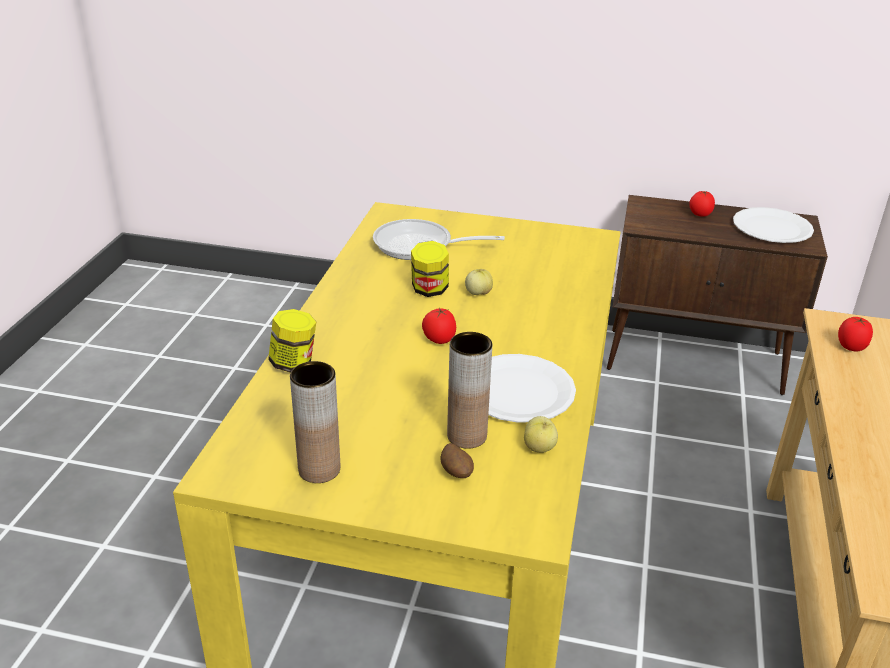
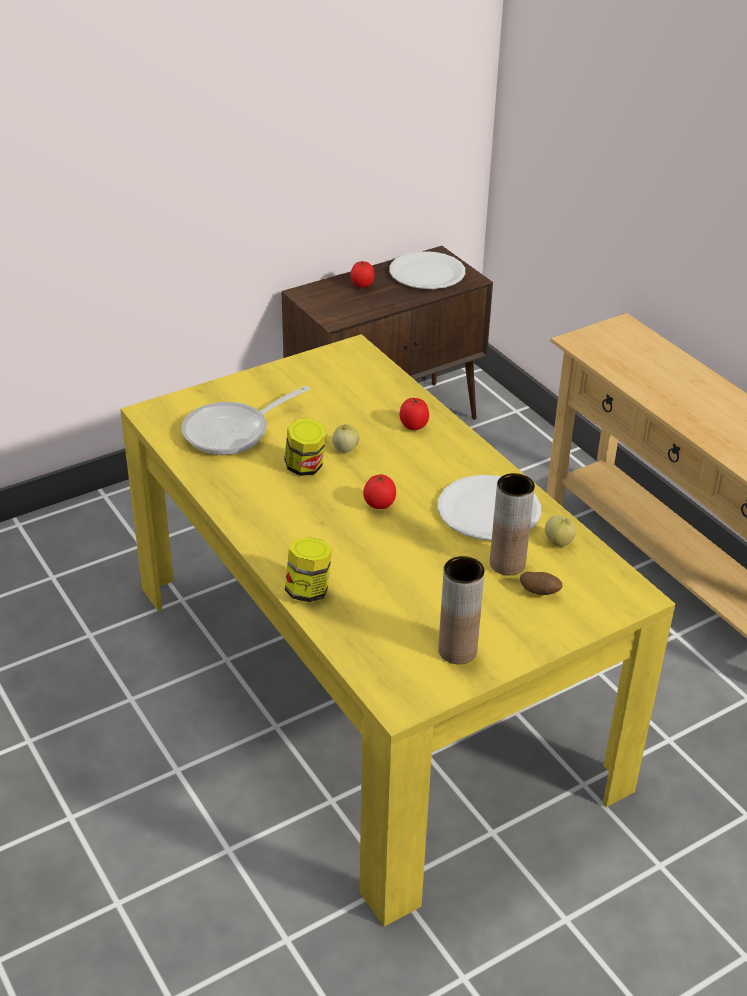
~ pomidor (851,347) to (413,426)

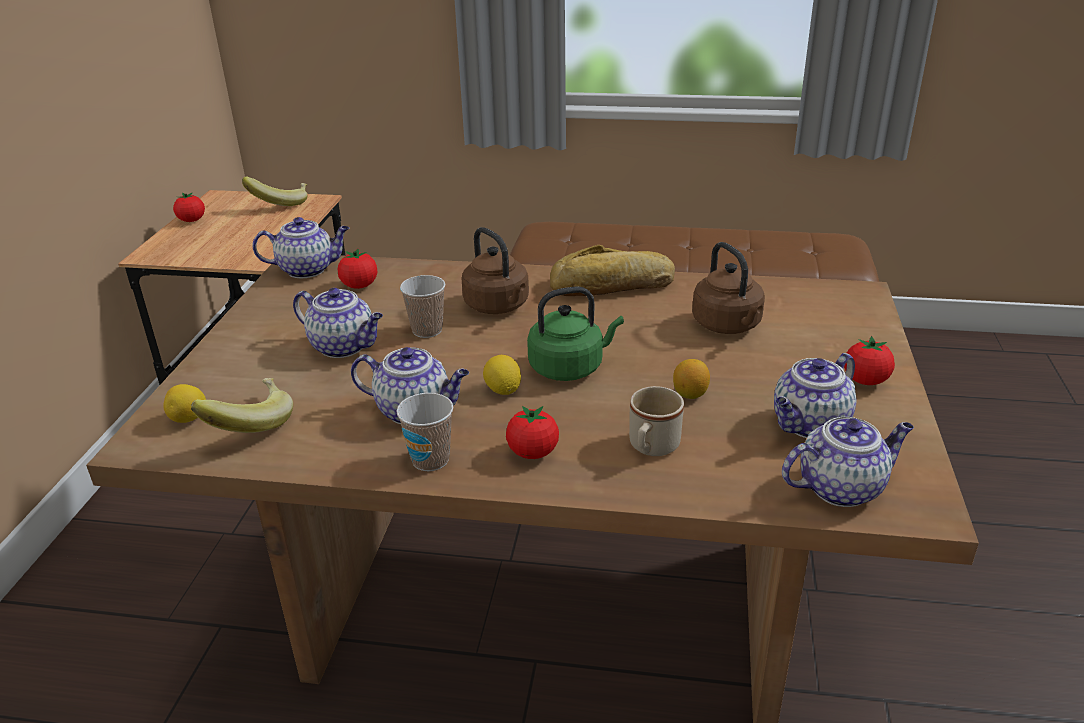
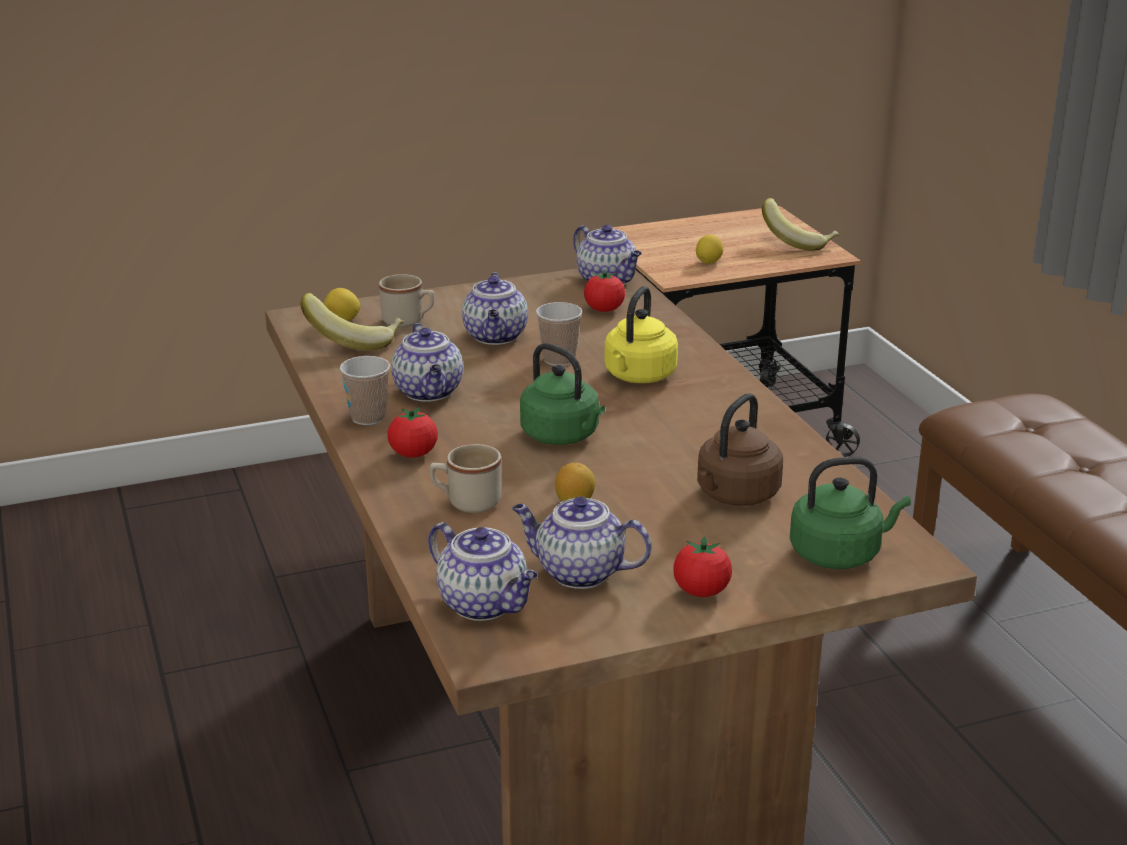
- pomidor (192,220)
~ czajnik (brązowy) (498,306) to czajnik (żółty) (638,376)
~ cytryna (503,390) to (708,262)
- chleb (613,286)
+ kubek (beżowy) (408,321)
+ czajnik (zielony) (839,554)

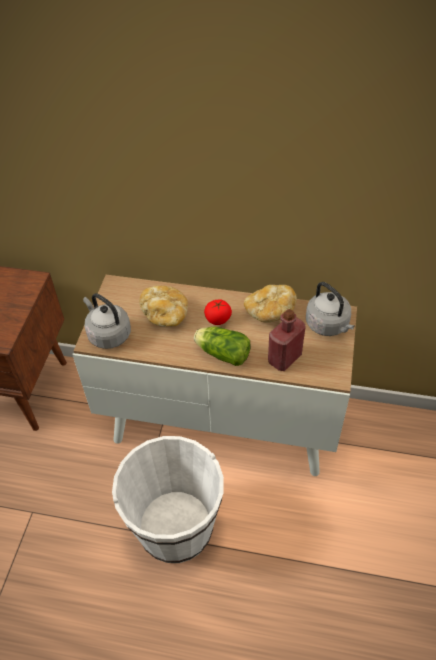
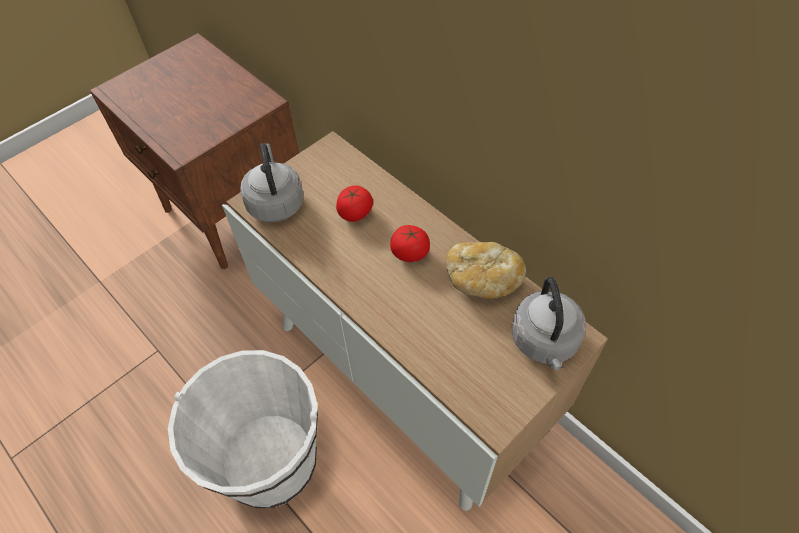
~ chleb (165,314) to pomidor (355,213)
- sałata (221,353)
- butelka (czerwony) (284,358)

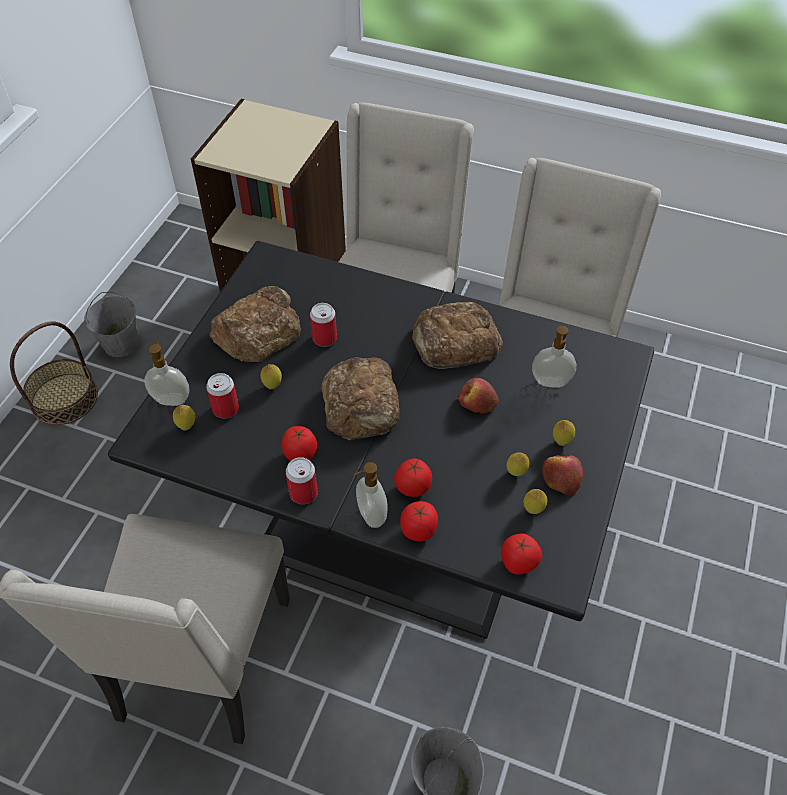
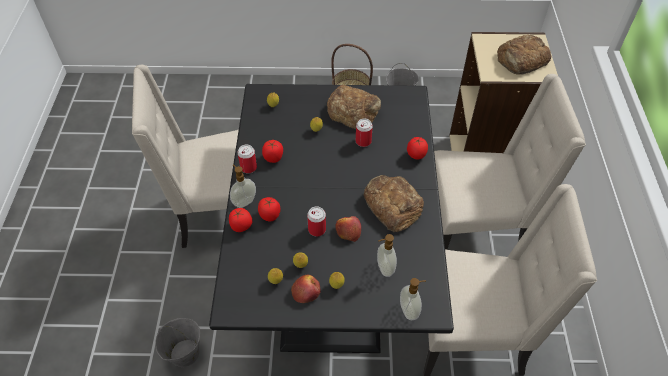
~ dozownik mydła (172,399) to (409,310)
~ puszka (226,409) to (317,229)
~ chleb (362,405) to (522,60)
~ pomidor (518,563) to (416,155)

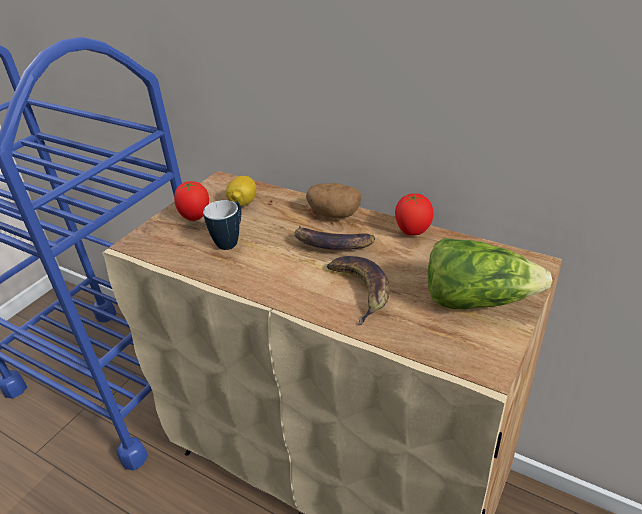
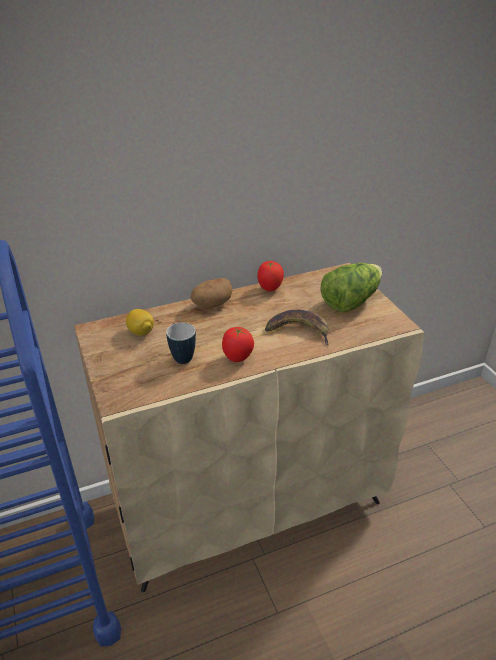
~ pomidor (195,217) to (237,358)
- banan (331,244)

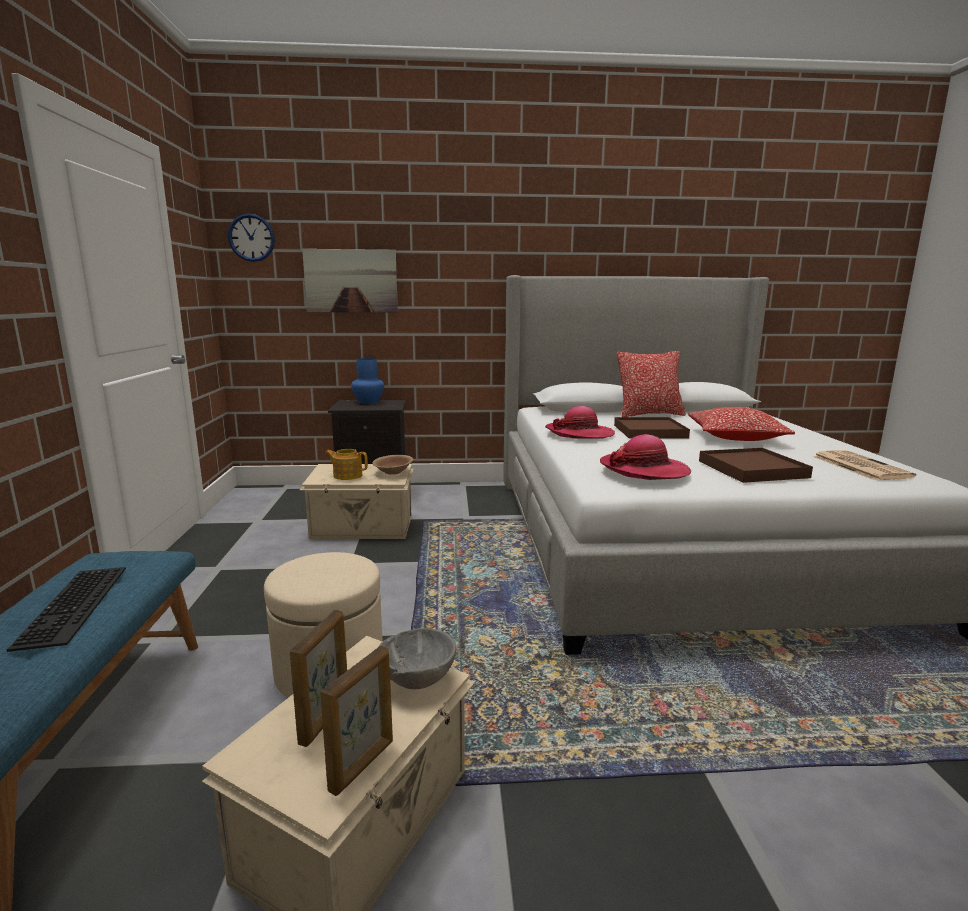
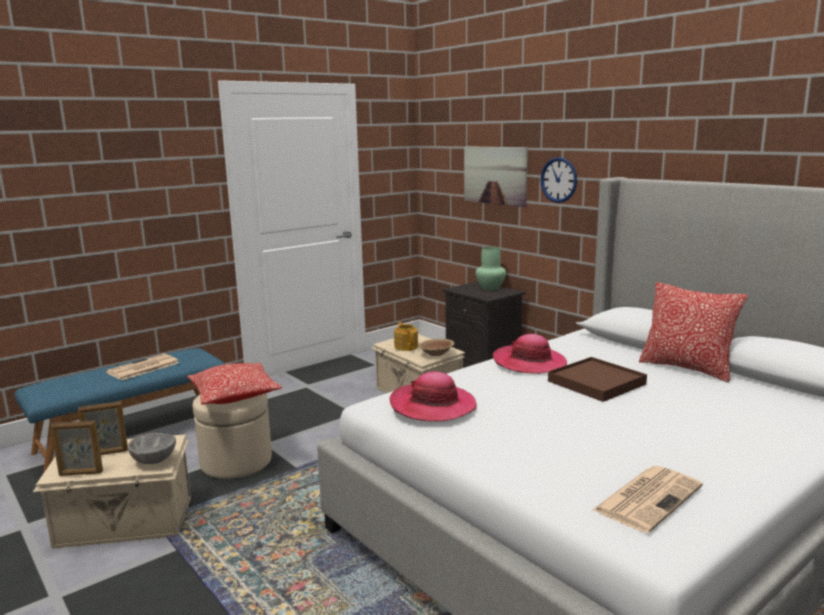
~ klawiatura (77,605) to gazeta (142,368)
~ zegar ścienny (251,238) to (559,180)
~ wazon (niebieski) (369,402) to wazon (zielony) (491,288)
~ poduszka (735,437) to (234,395)
- taca (brązowy) (752,469)

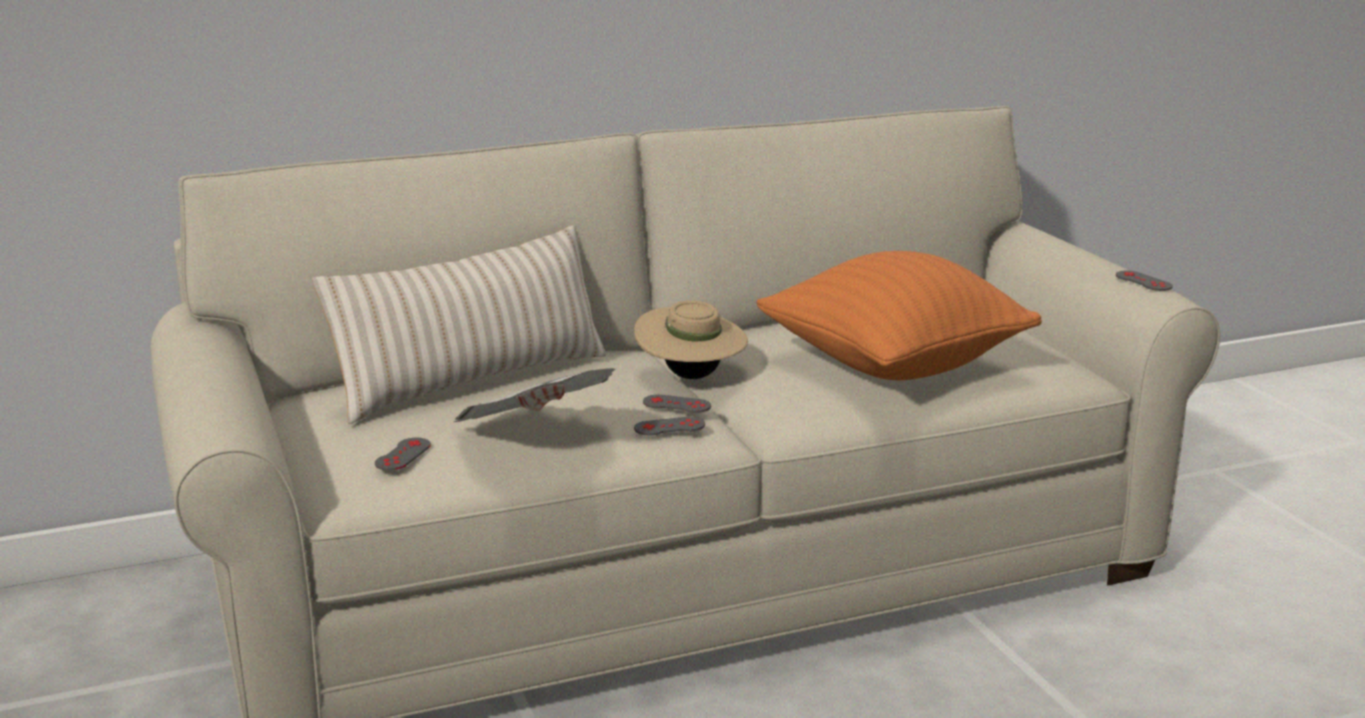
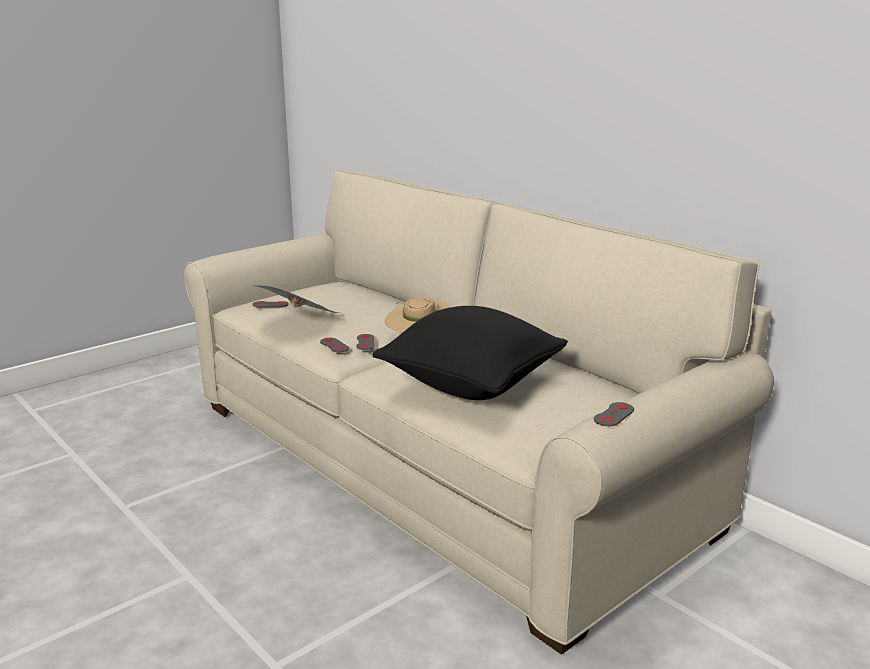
- poduszka (beżowy) (472,381)
~ poduszka (pomarańczowy) (893,366) to poduszka (czarny) (471,386)

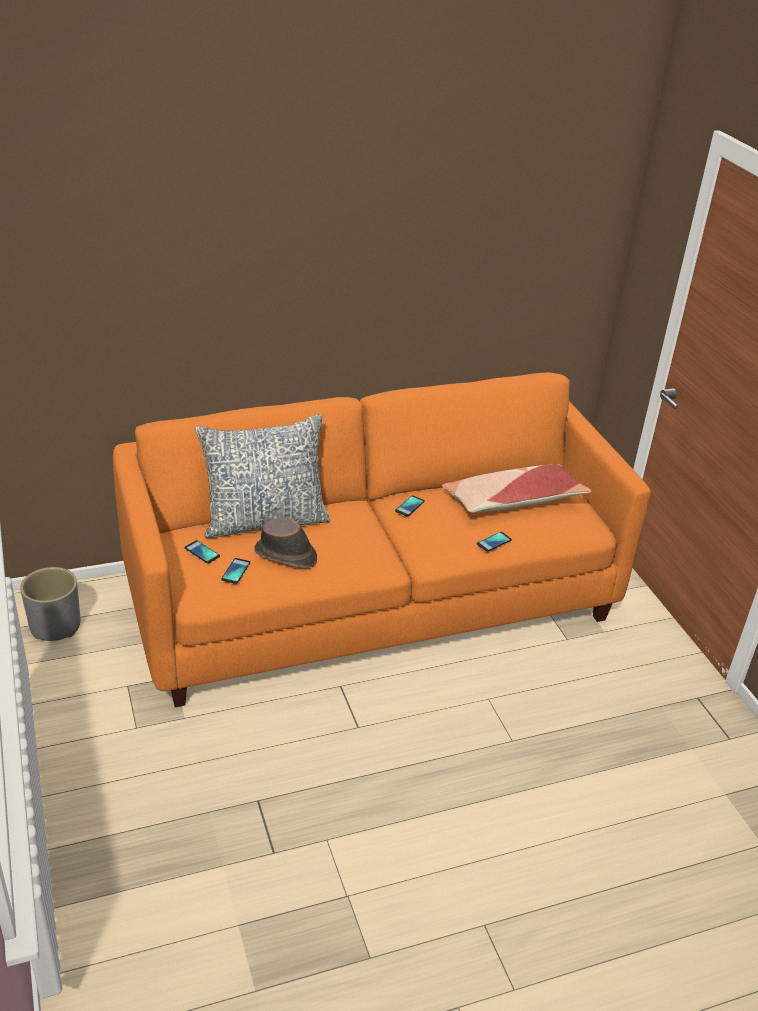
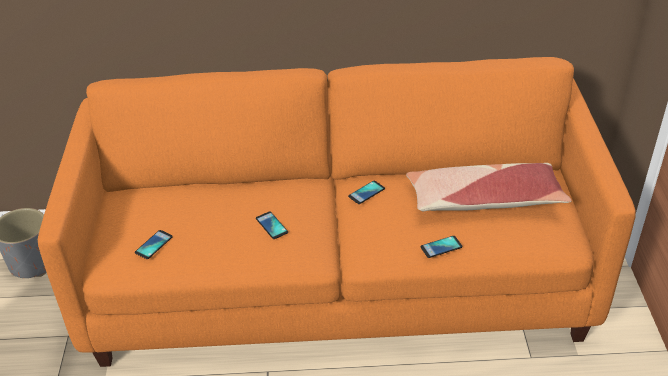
~ telefon (202,552) to (271,225)
- poduszka (264,520)
- kapelusz (brązowy) (286,555)

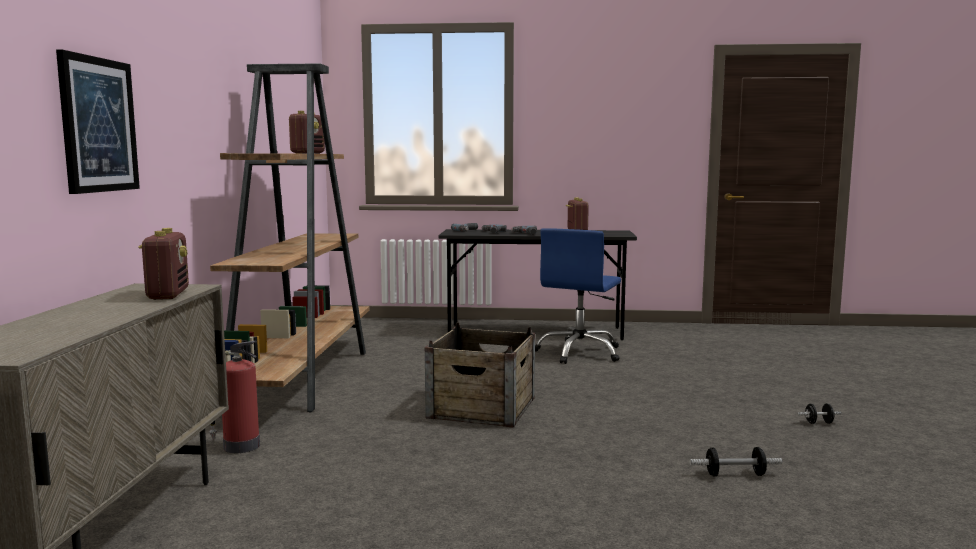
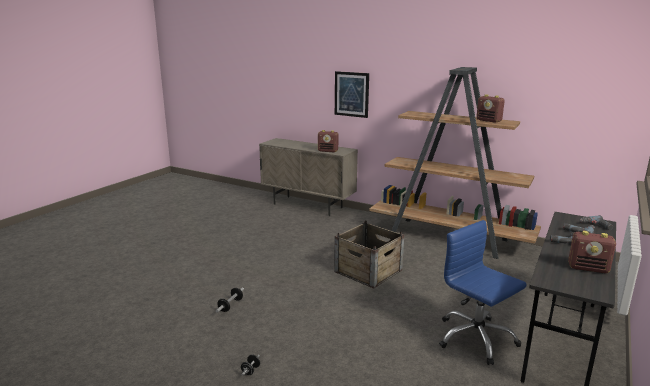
- gaśnica (240,446)

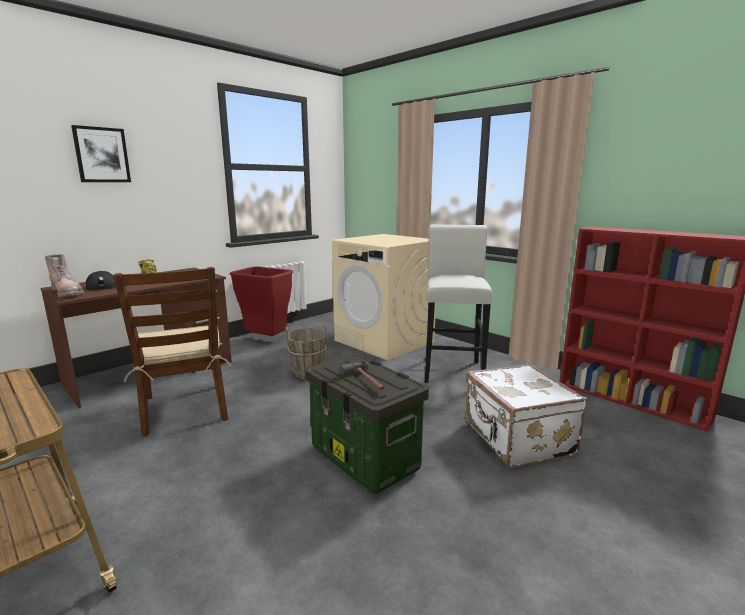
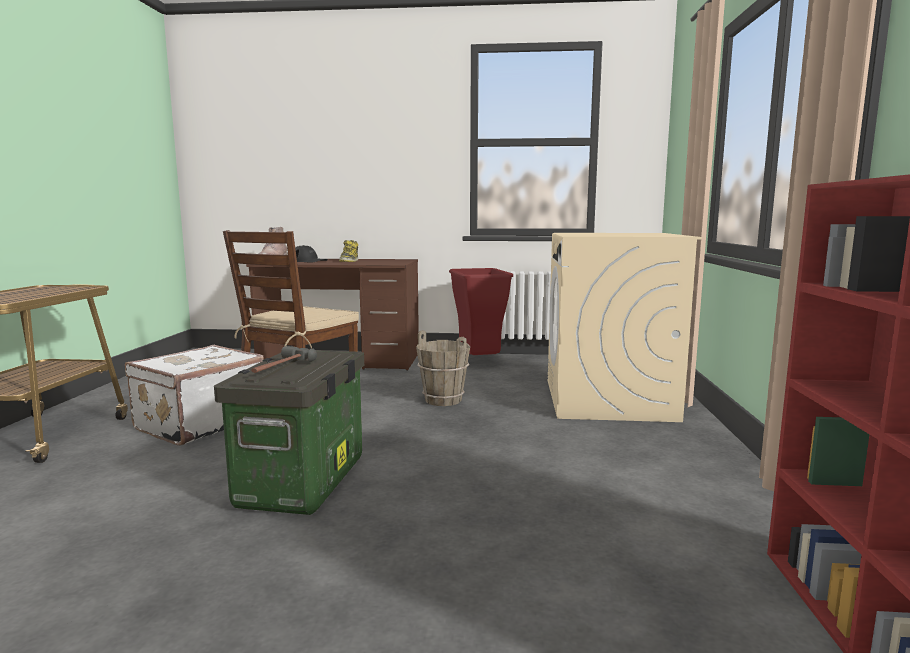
- obraz (102,155)
- stołek (biały) (452,369)
~ walizka (biały) (516,439) to (198,423)

